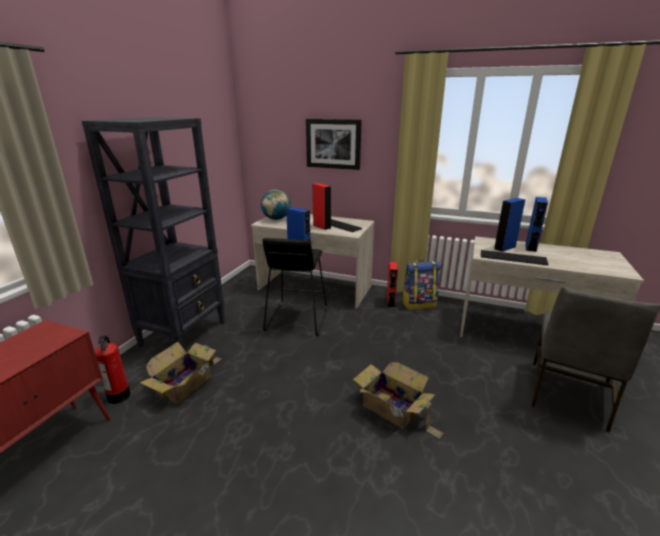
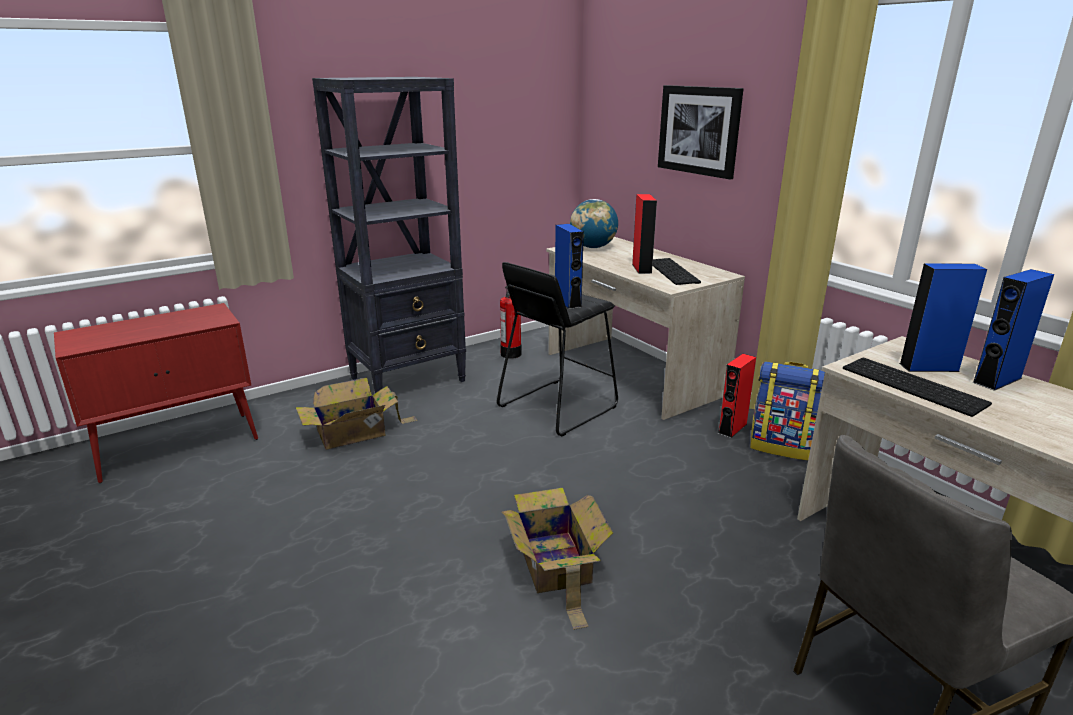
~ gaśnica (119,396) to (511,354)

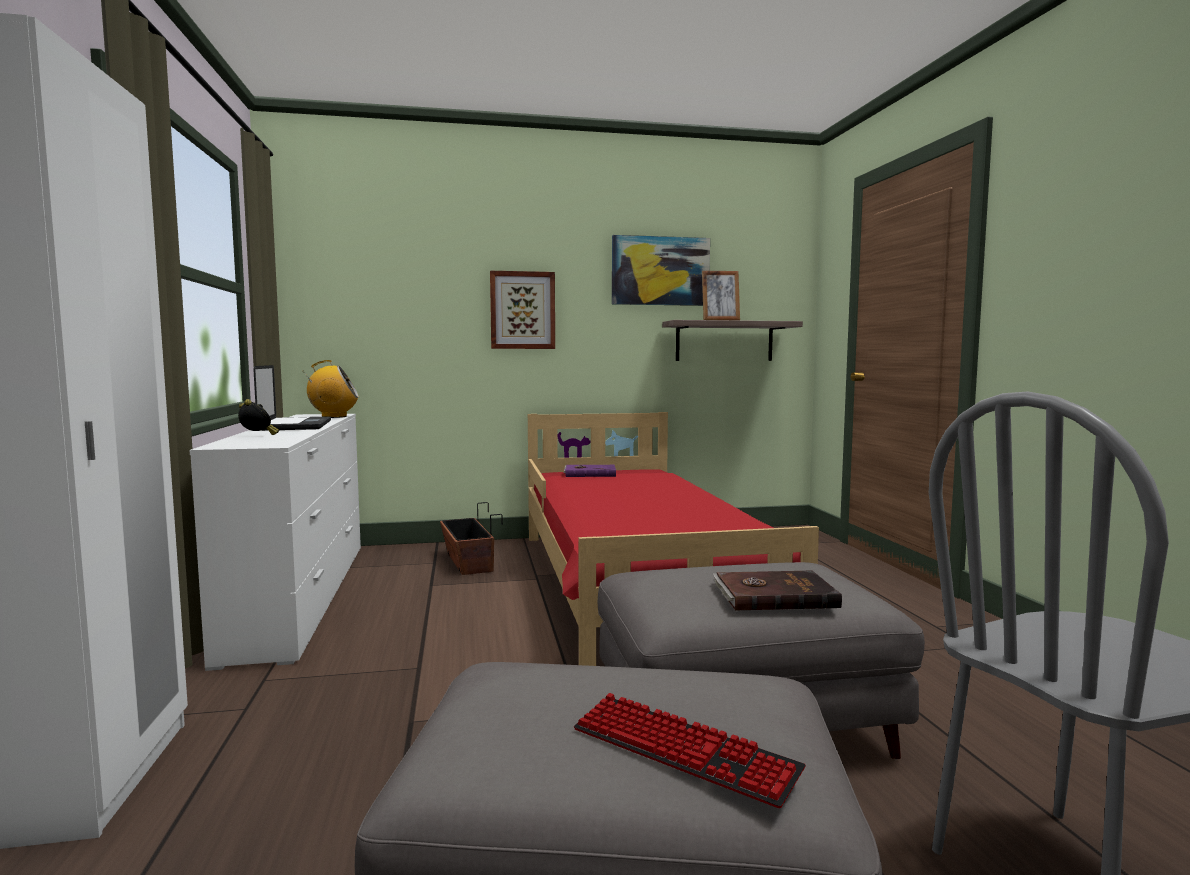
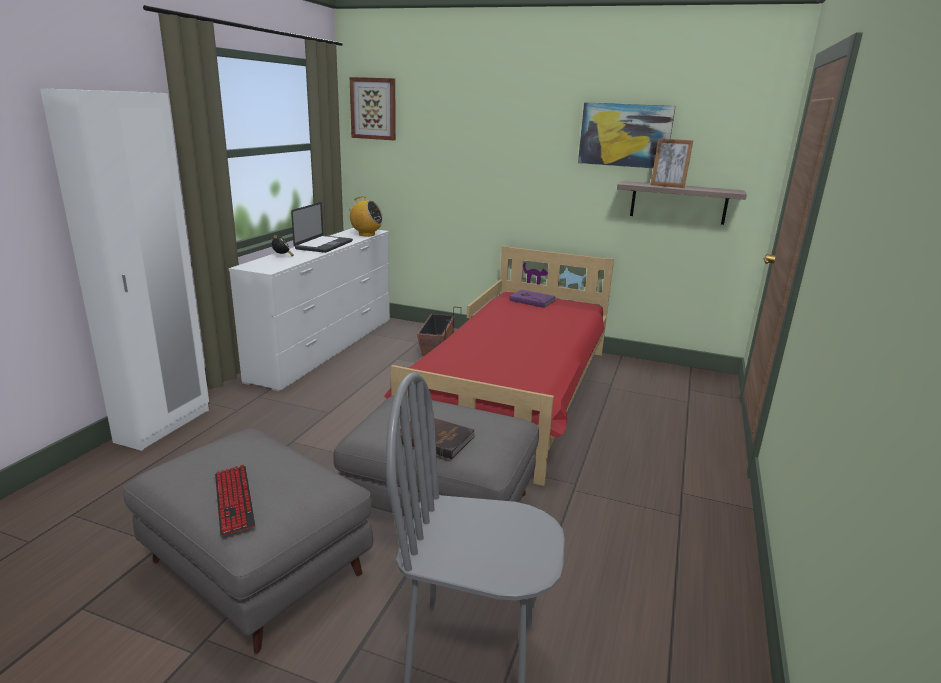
~ obraz (522,310) to (373,108)

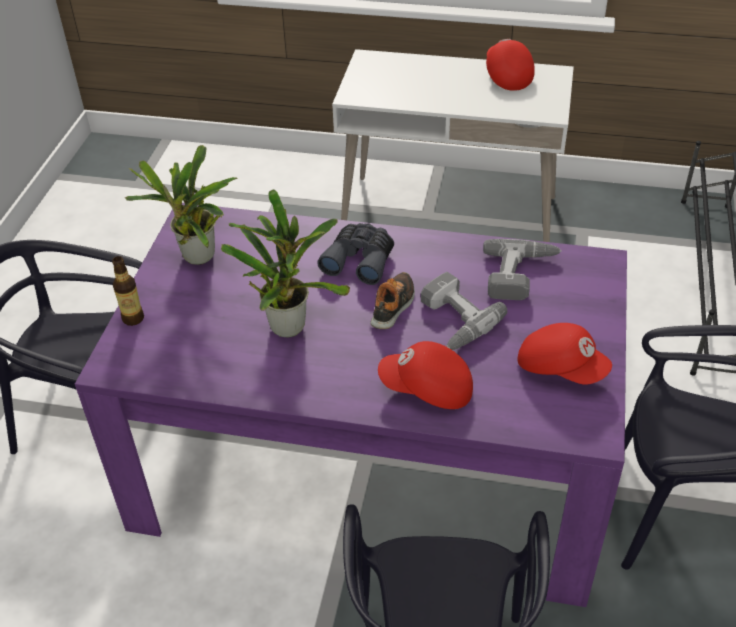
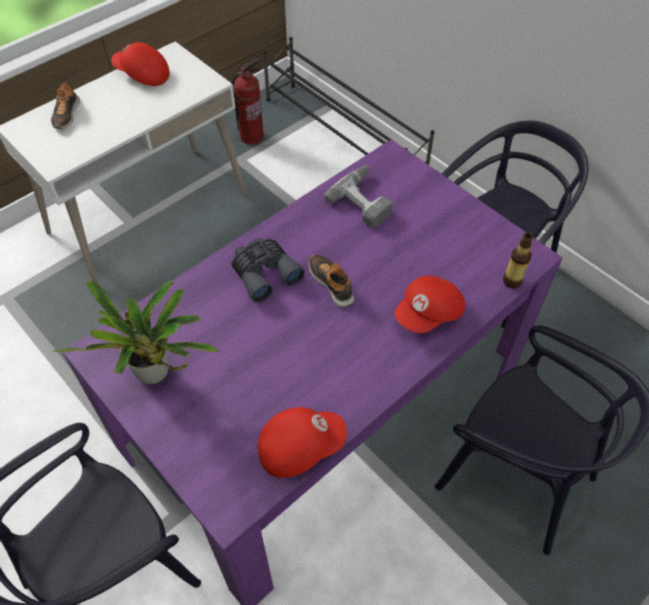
~ butelka (133,318) to (512,281)
- roślina doniczkowa (288,323)
- wiertarka (452,320)
~ czapka z daszkiem (czerwony) (561,367) to (300,446)
+ but (66,114)
+ gaśnica (251,136)

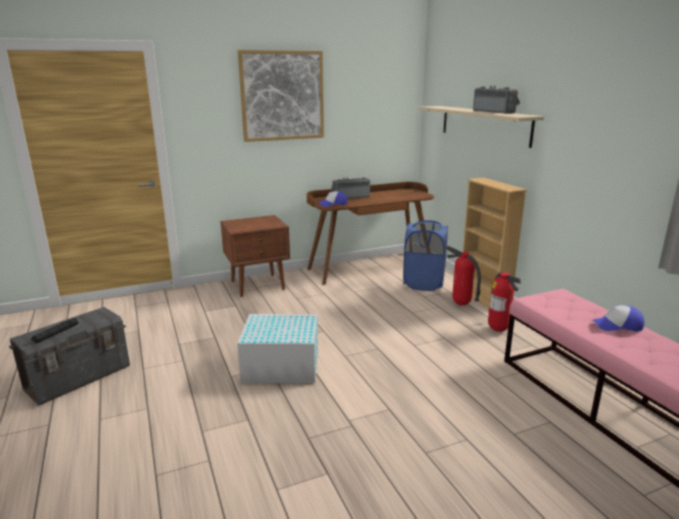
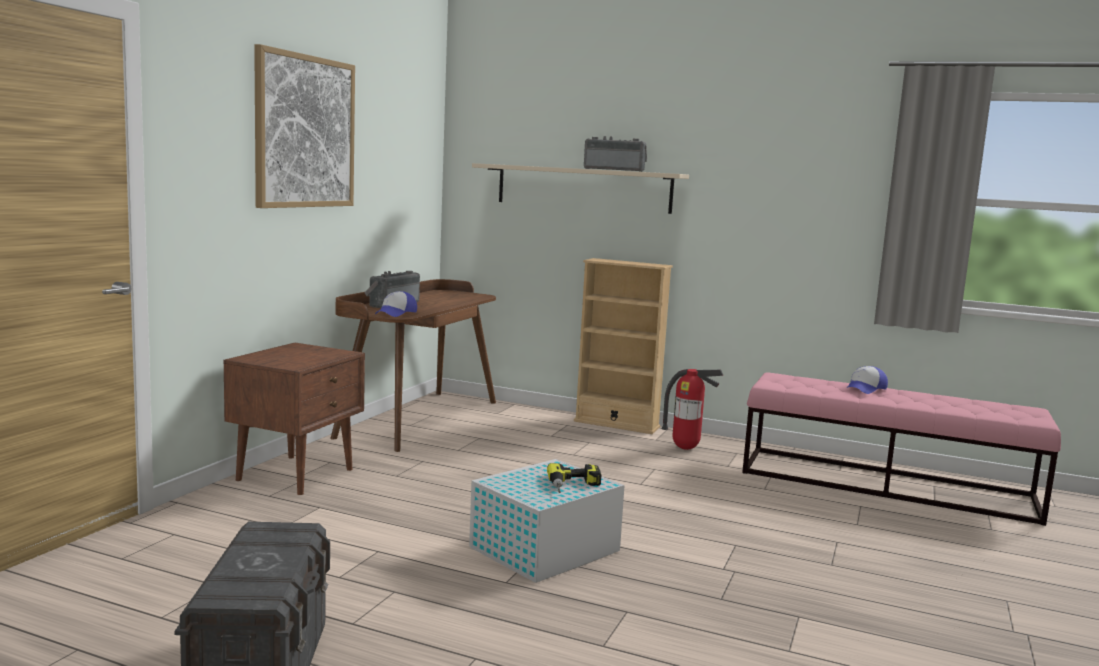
- latarka (czarny) (56,334)
- kosz na pranie (niebieski) (424,283)
- gaśnica (460,304)
+ wiertarka (574,486)

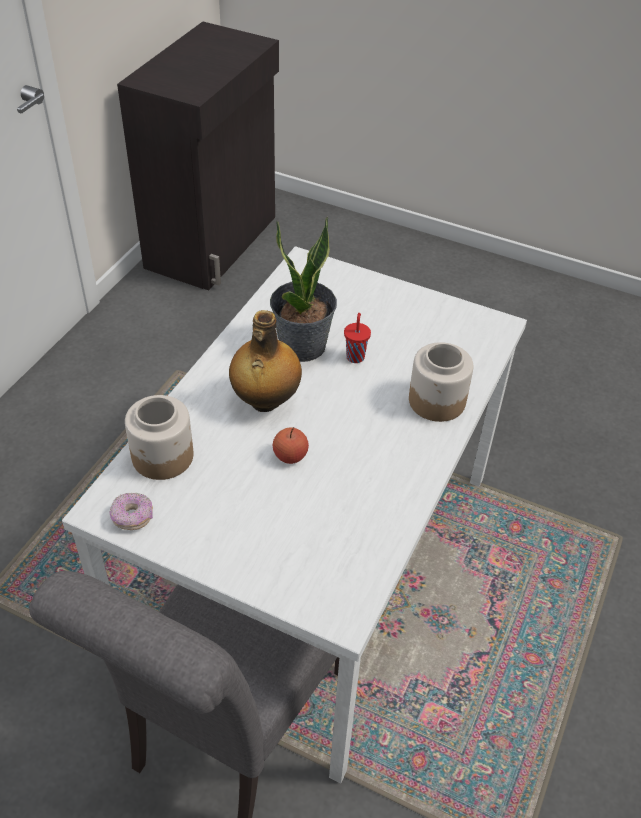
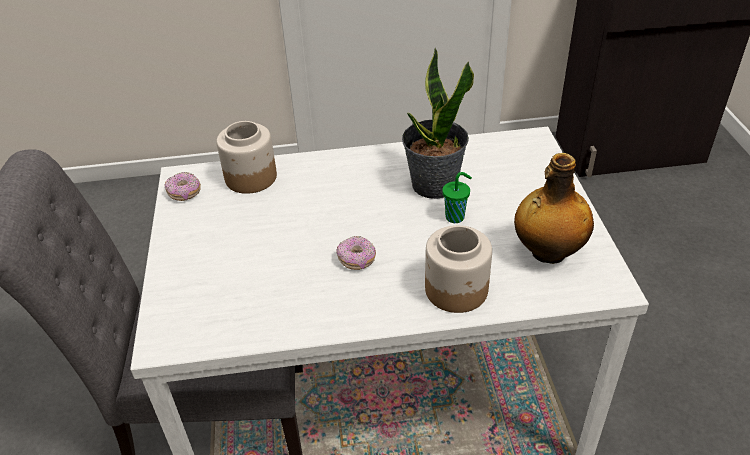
~ butelka (265,401) to (547,253)
- jabłko (290,456)
~ filiżanka (czerwony) (355,356) to filiżanka (zielony) (456,217)
+ donut (357,259)

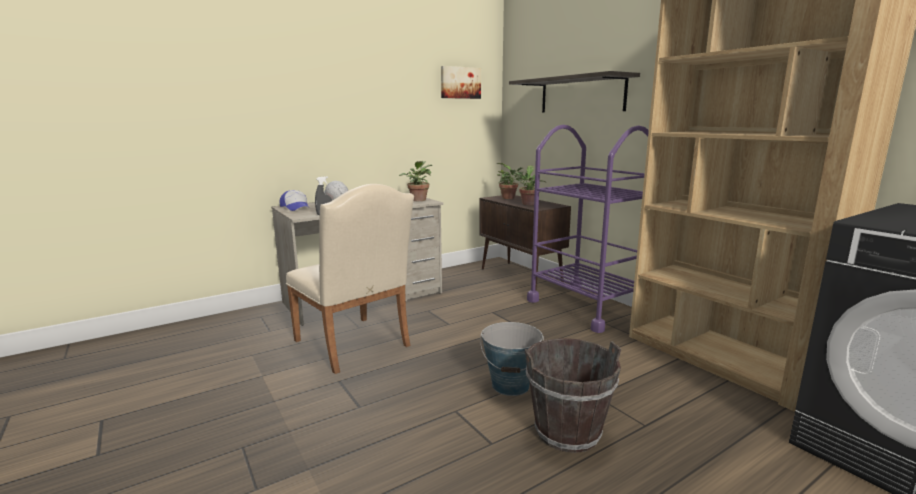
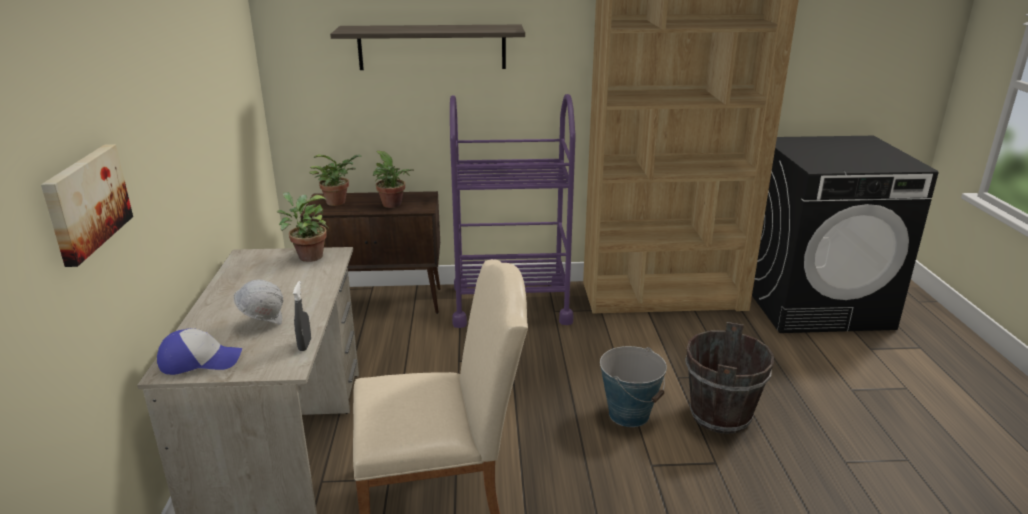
~ obraz (460,83) to (85,202)

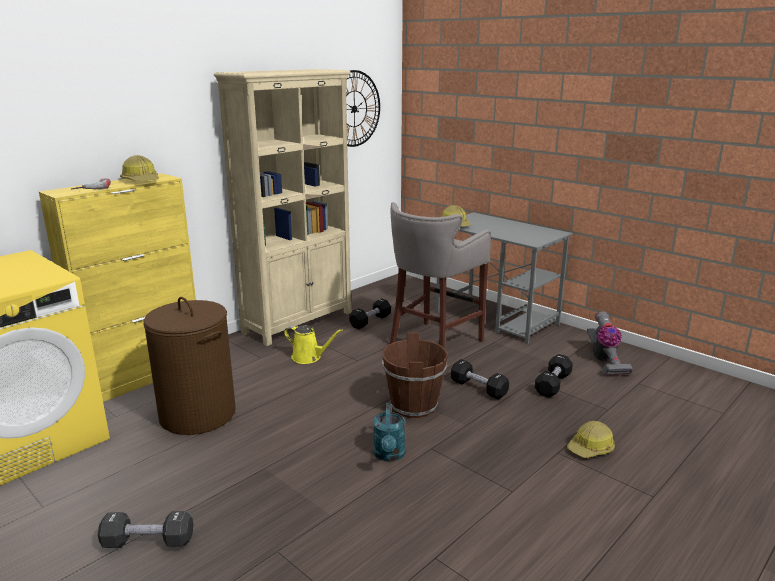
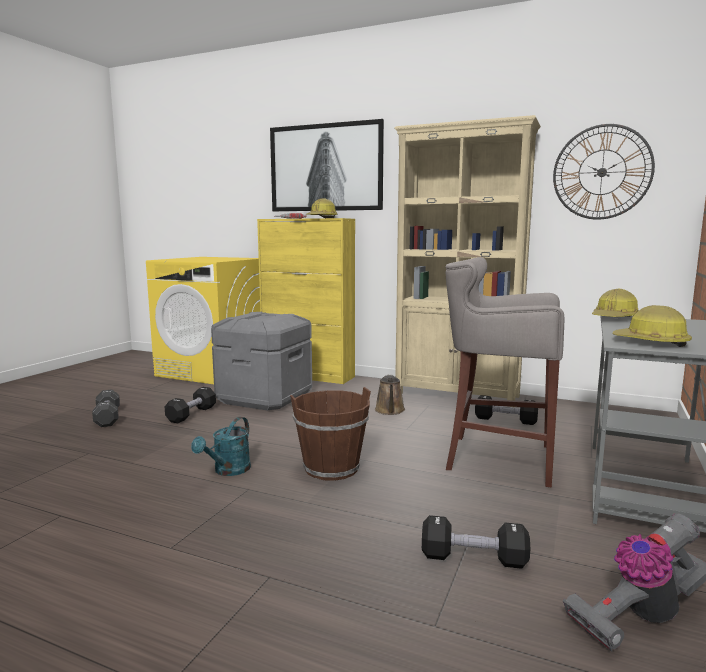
~ kosz na pranie (brązowy) (198,414) to pojemnik do przechowywania (szary) (264,398)
~ konewka (żółty) (309,357) to konewka (brązowy) (390,411)
~ konewka (turkusowy) (389,455) = (228,471) 45 degrees counterclockwise
~ hantel (czarny) (478,388) to (191,414)
~ kask (590,448) to (651,342)
+ obraz (326,168)

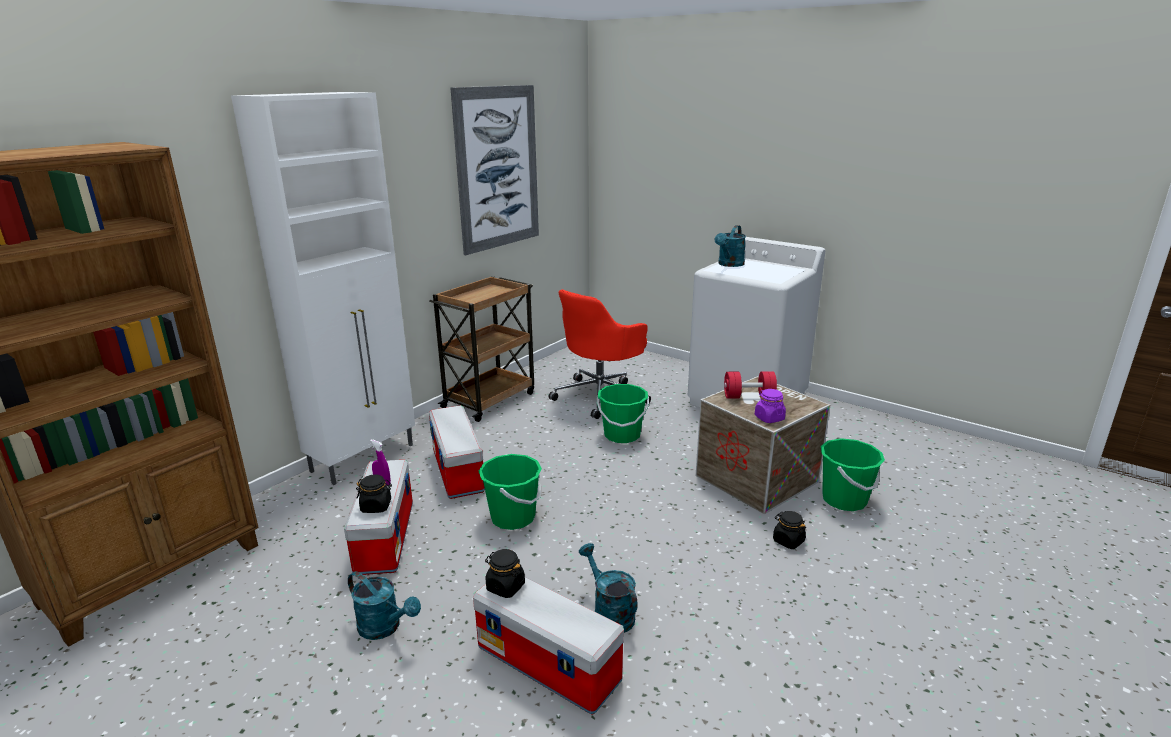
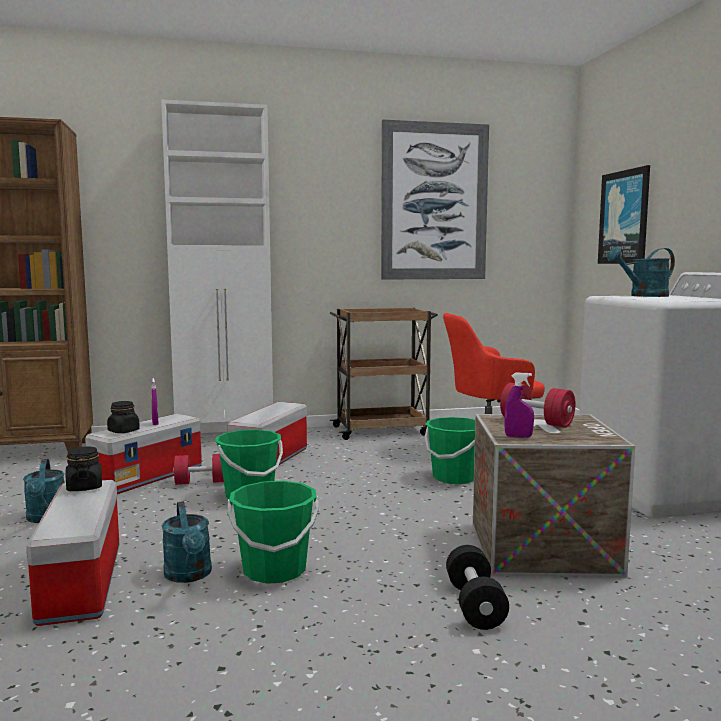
~ konewka (turkusowy) (609,612) = (189,576) 150 degrees clockwise
~ słoik (fioletowy) (769,418) to spryskiwacz (fioletowy) (518,436)
~ słoik (czarny) (788,541) to hantel (czarny) (475,605)
~ wiadro (zielony) (844,500) to (274,570)
+ hantel (czerwony) (201,482)
+ obraz (624,217)

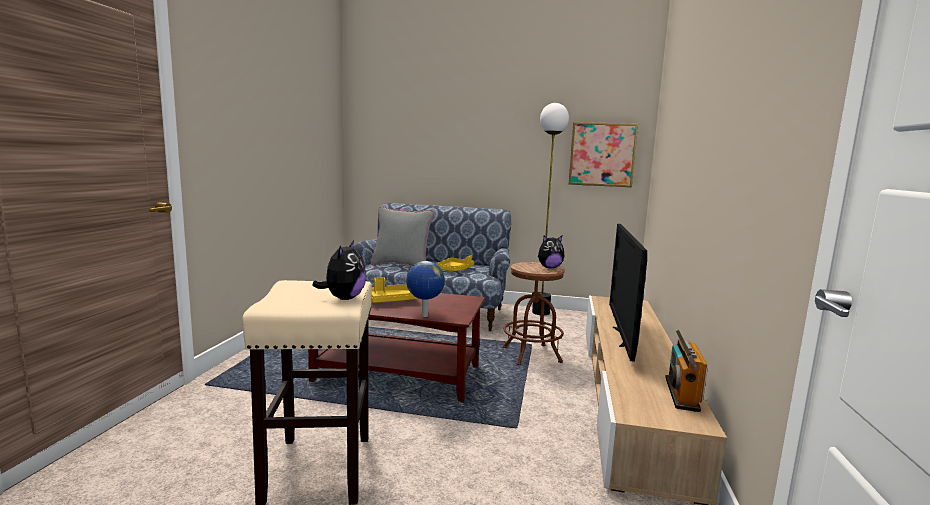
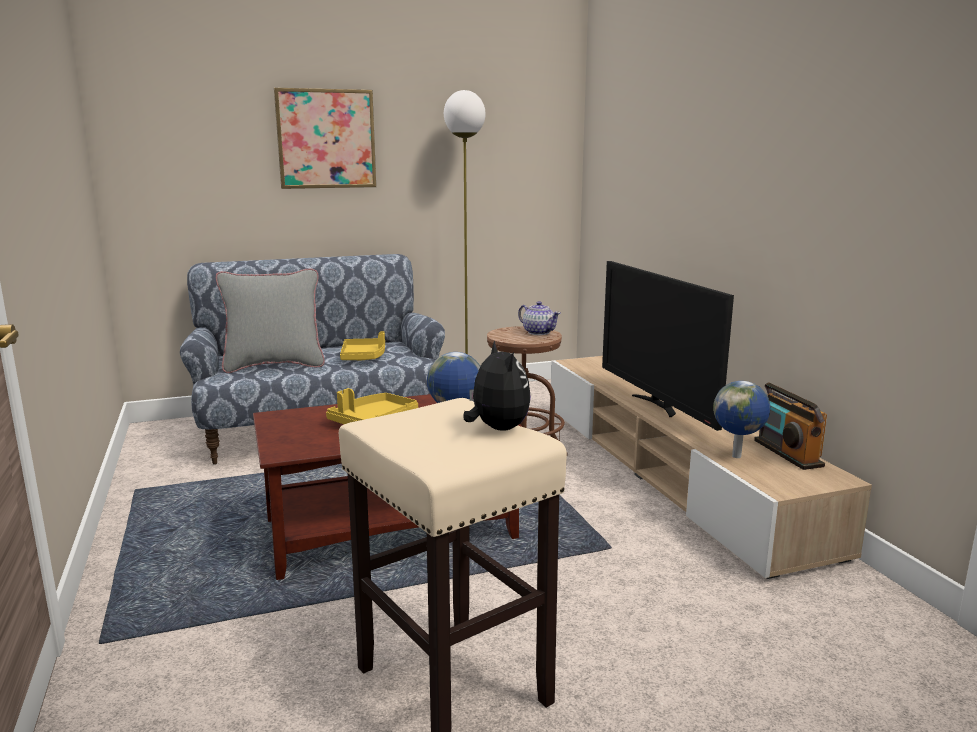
~ pluszak (549,267) to imbryk (538,332)
~ obraz (602,154) to (326,139)
+ globus (738,456)

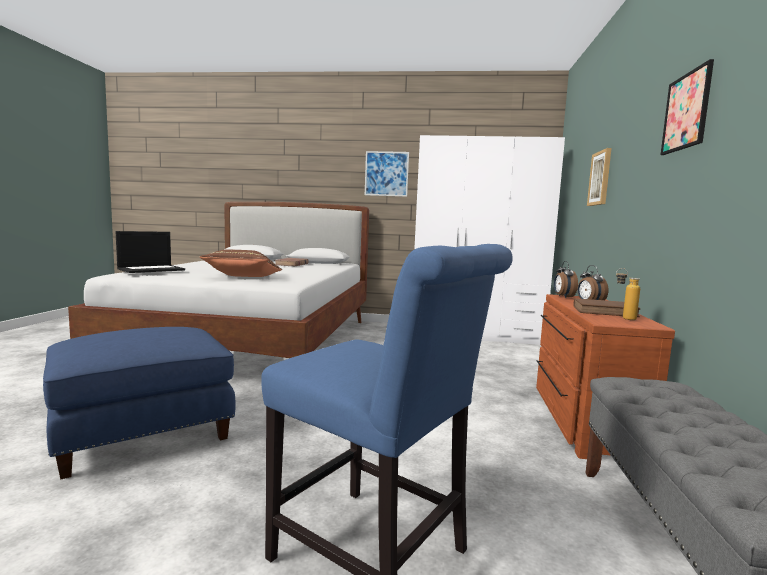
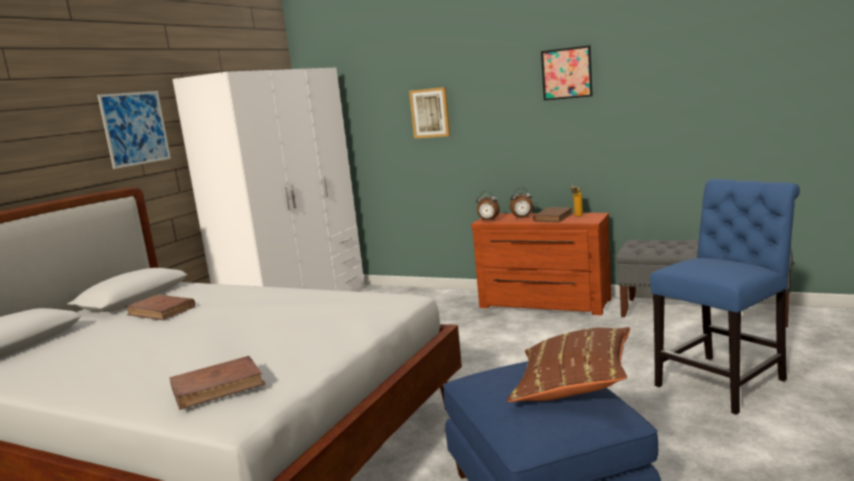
~ laptop (151,269) to książka (brązowy) (218,386)
~ poduszka (brązowy) (243,277) to (572,386)

